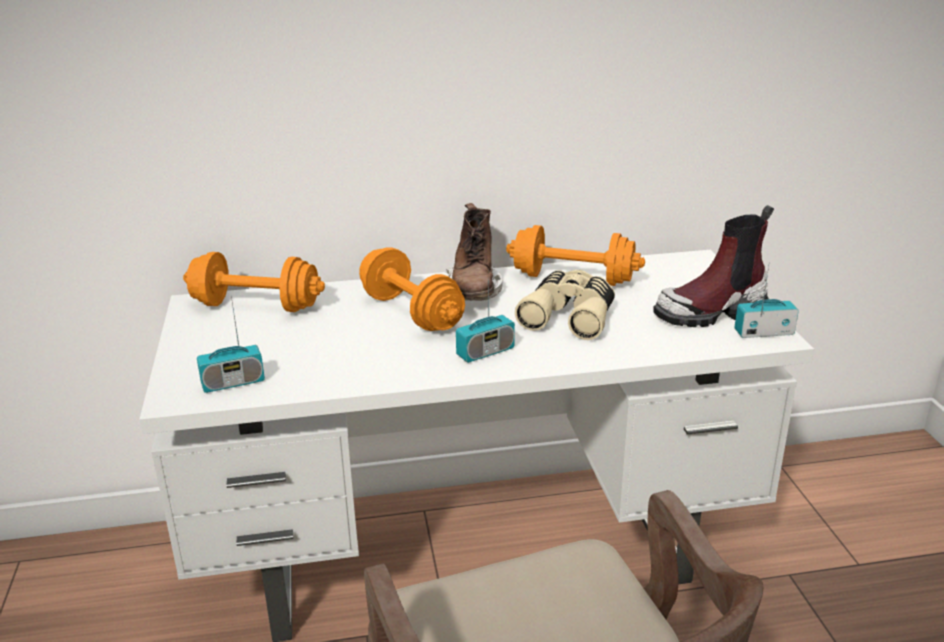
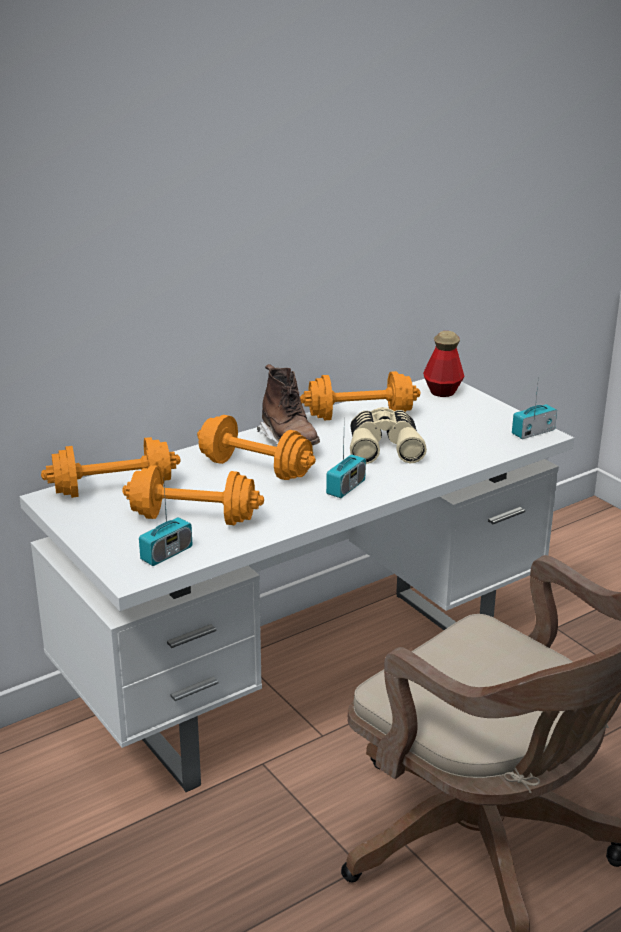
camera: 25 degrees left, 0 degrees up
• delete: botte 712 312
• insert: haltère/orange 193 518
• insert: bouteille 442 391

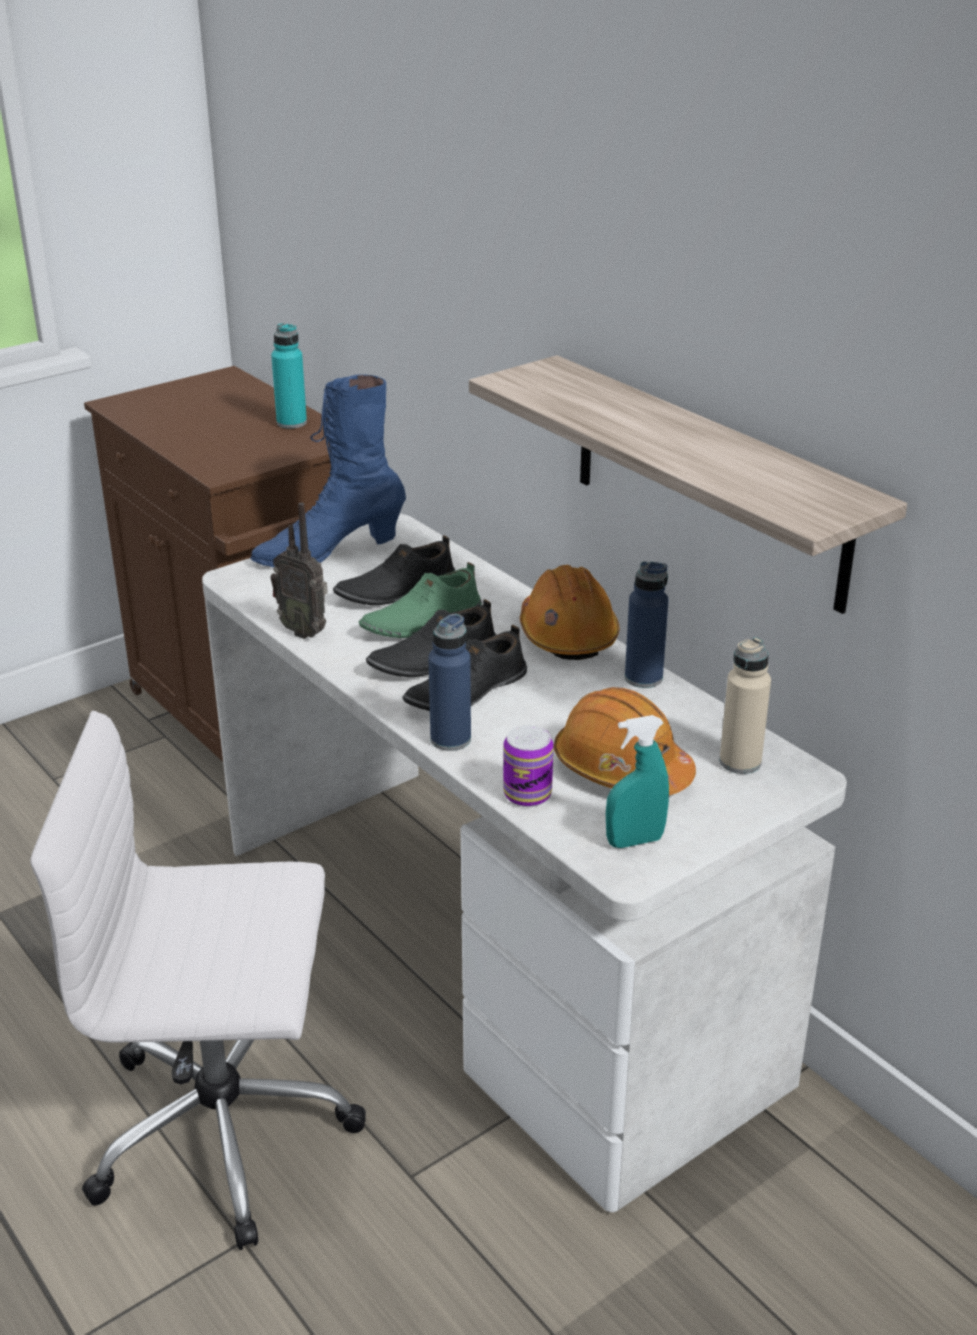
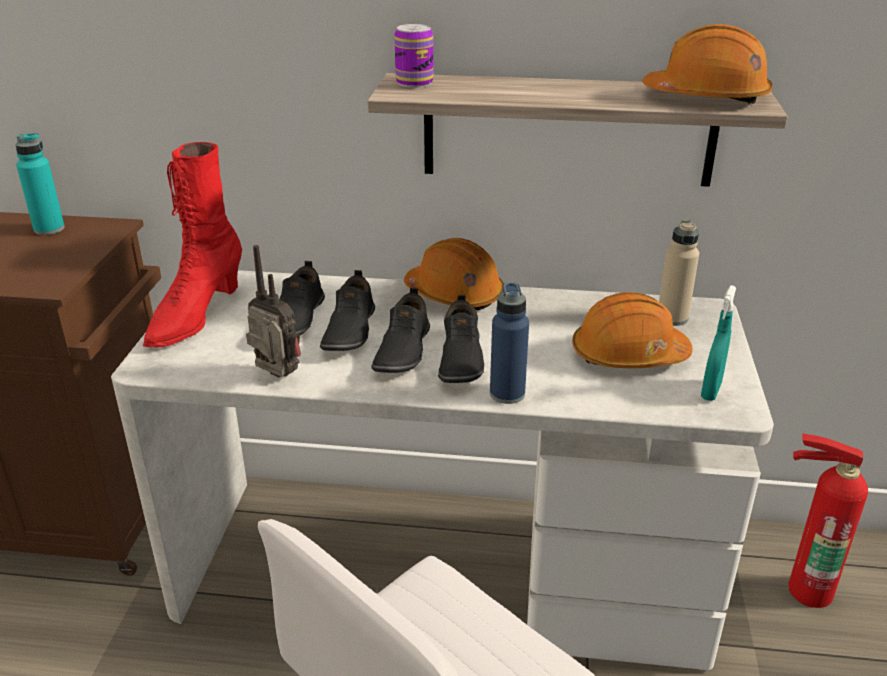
camera: 45 degrees left, 0 degrees up
• delete: bouteille/bleu 643 678
• insert: casque de chantier/orange 706 97
• insert: extincteur 806 587
• move: boîte métallique 527 794 to 414 83
• recolor: botte/bleu 329 552 to botte/rouge 196 316
• recolor: chaussure/vert 421 621 to chaussure/noir 348 330
• rotate: radio 304 631 = 276 377 135 degrees counterclockwise

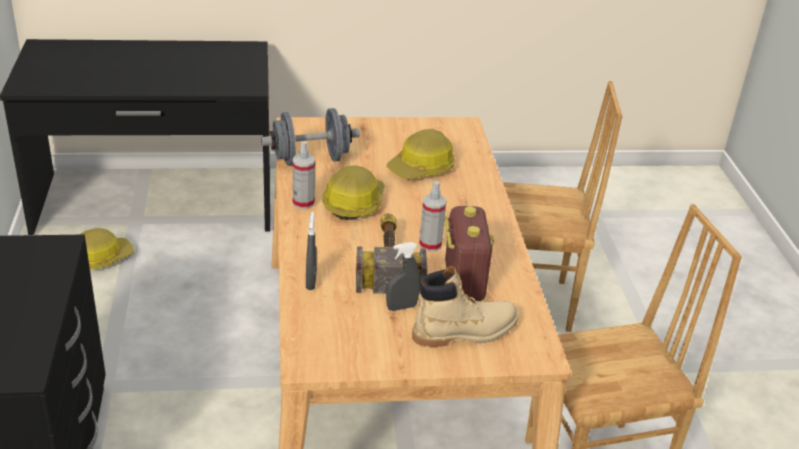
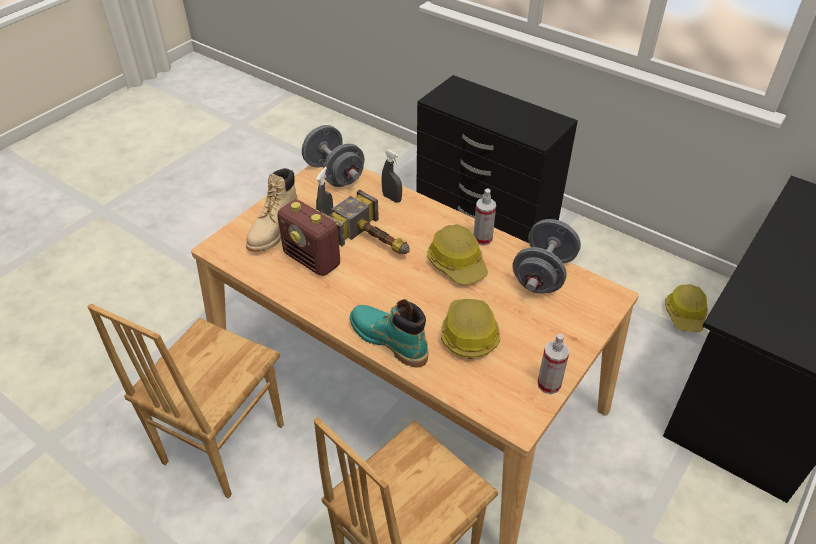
camera: 135 degrees right, 10 degrees up
• insert: haltère/gris 334 174
• insert: botte/turquoise 388 340
• move: vaporisateur 430 245 to 549 384

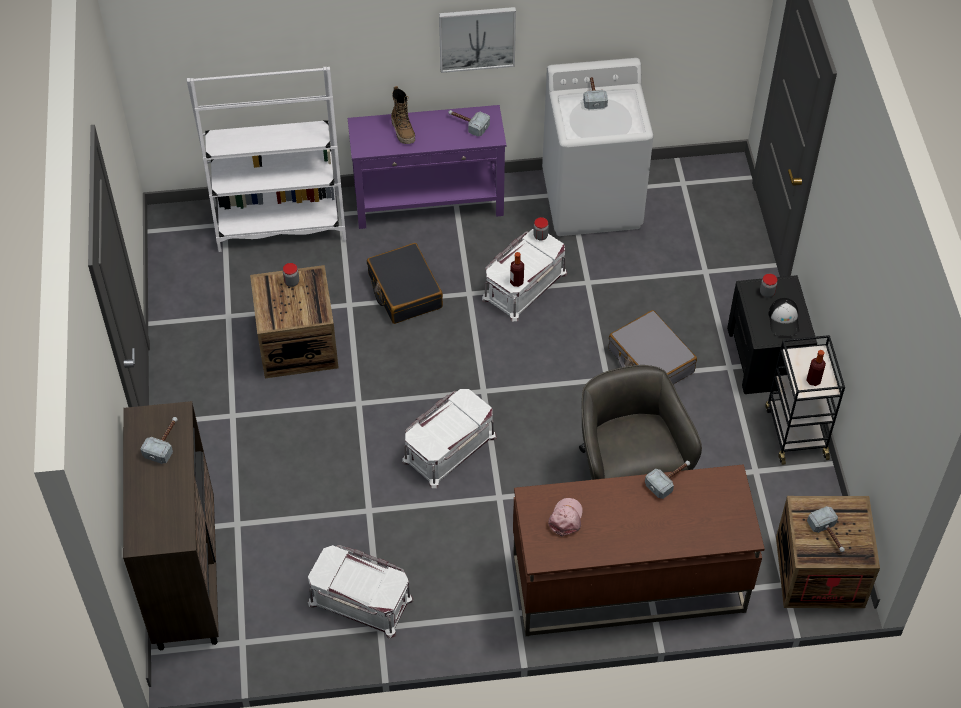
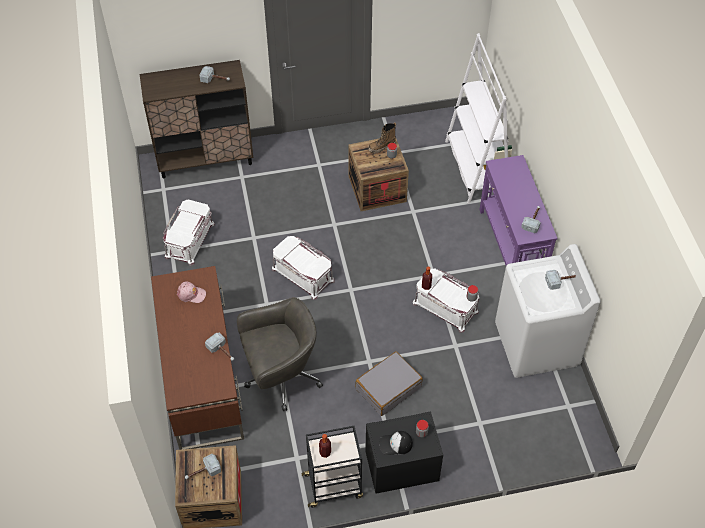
camera: 85 degrees right, 0 degrees up
• delete: valise/noir 404 291
• delete: tableau 477 38
• move: botte 403 131 to 382 147

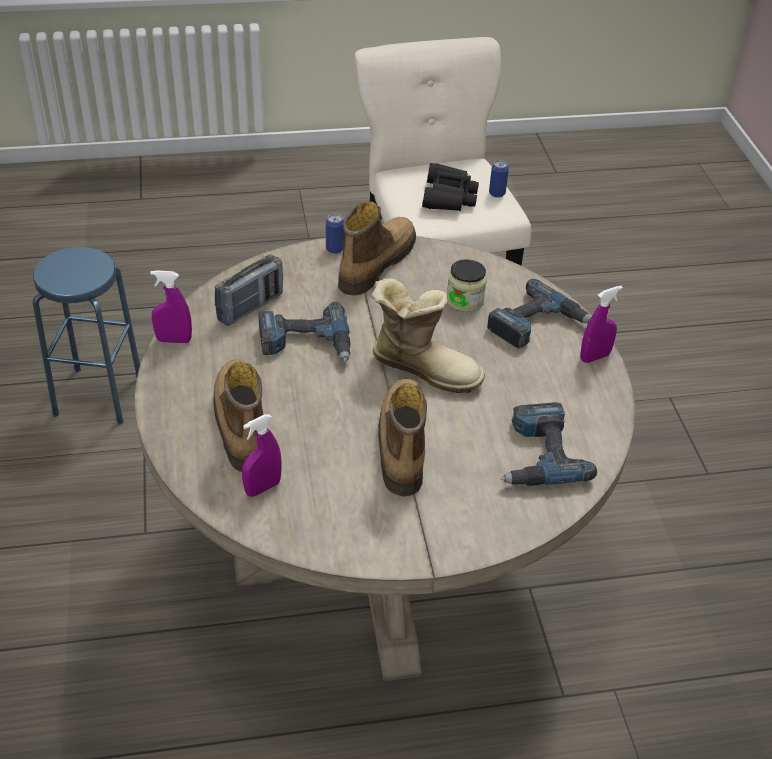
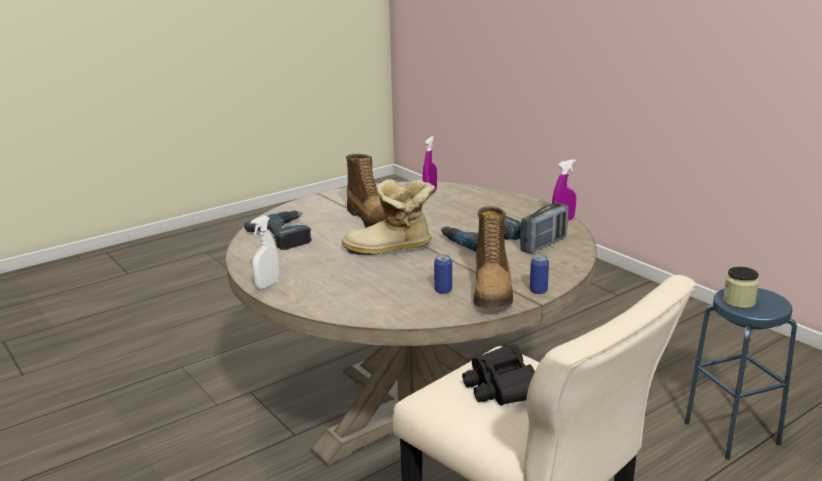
camera: 155 degrees right, 20 degrees down
• delete: botte 240 424
• delete: perceuse 537 324
• move: bocal 465 301 to 738 301
• move: boîte métallique 497 193 to 443 290
• recolor: vaporisateur/violet 595 357 to vaporisateur/blanc 267 285
• rotate: radio 250 307 = 543 244 150 degrees counterclockwise

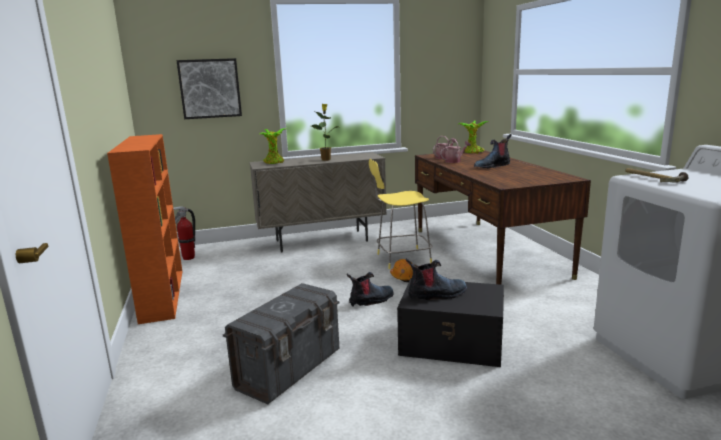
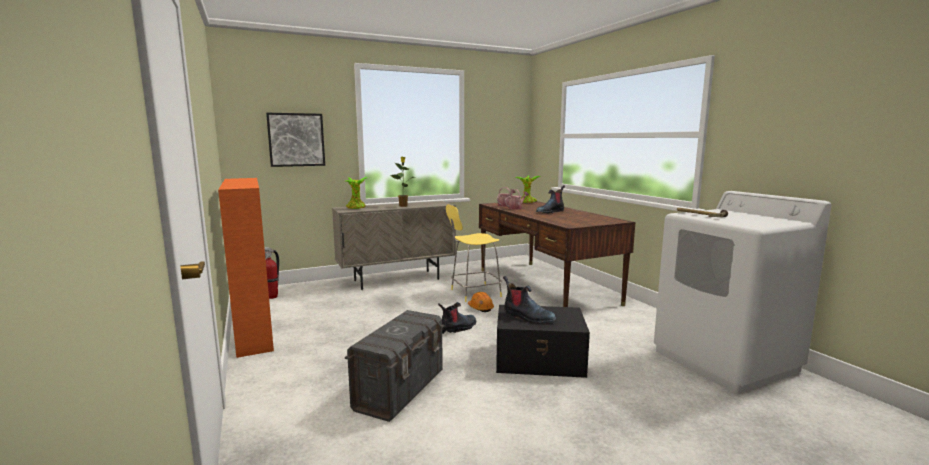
camera: 10 degrees left, 5 degrees down
• rotate: botte 437 295 = 527 317 60 degrees clockwise

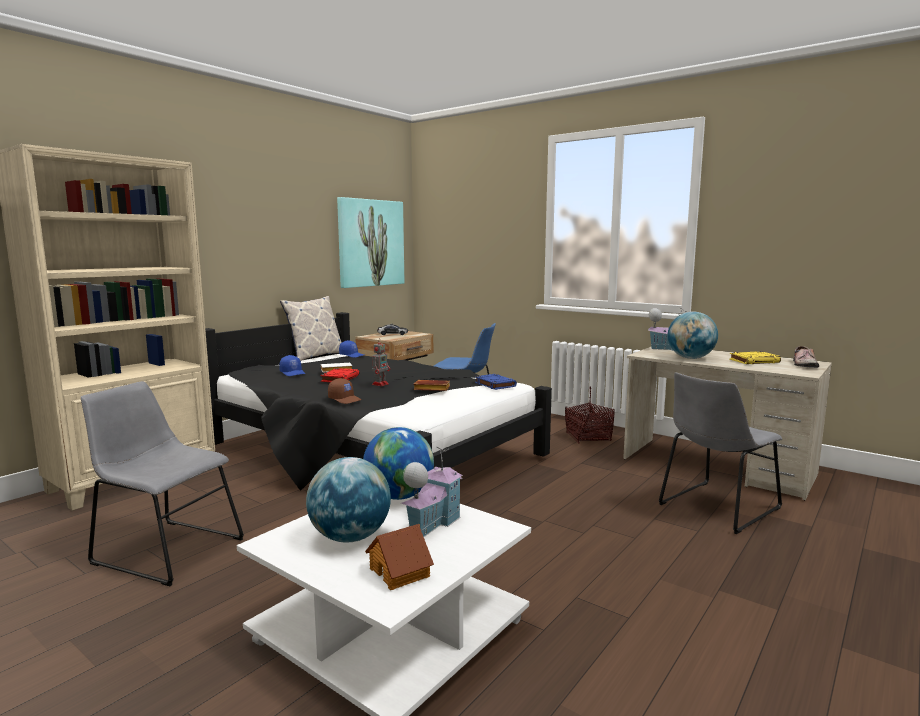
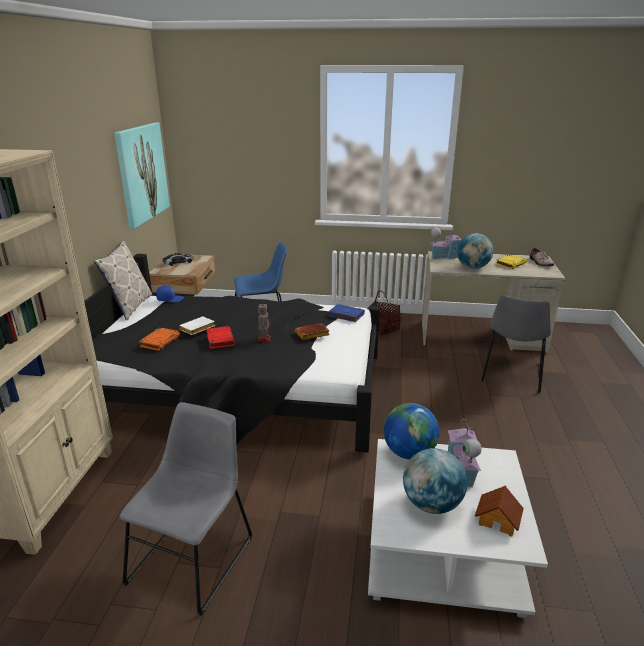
camera: 30 degrees left, 15 degrees up
• delete: casquette/marron 345 399
• replace: casquette/bleu 293 373 to livre/orange 160 341
• rotate: chaise/gris 164 549 = 194 556 120 degrees clockwise

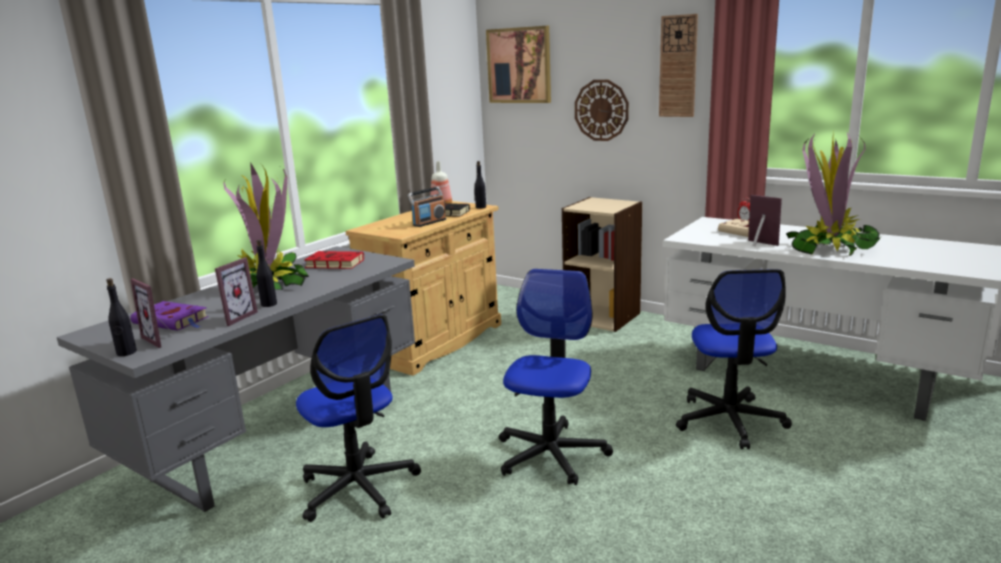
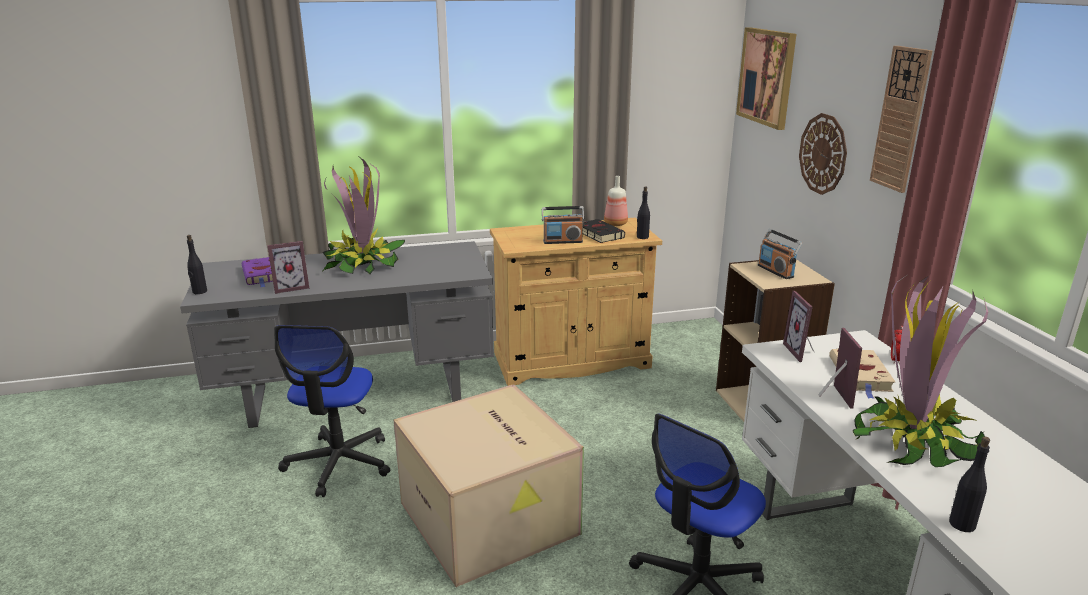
camera: 40 degrees right, 5 degrees up
• delete: livre/rouge 333 264
• insert: radio 776 271
• move: cadre photo 162 339 to 802 352
• move: bouteille/noir 269 304 to 962 524
• replace: chaise de bureau 551 454 to carton 491 518

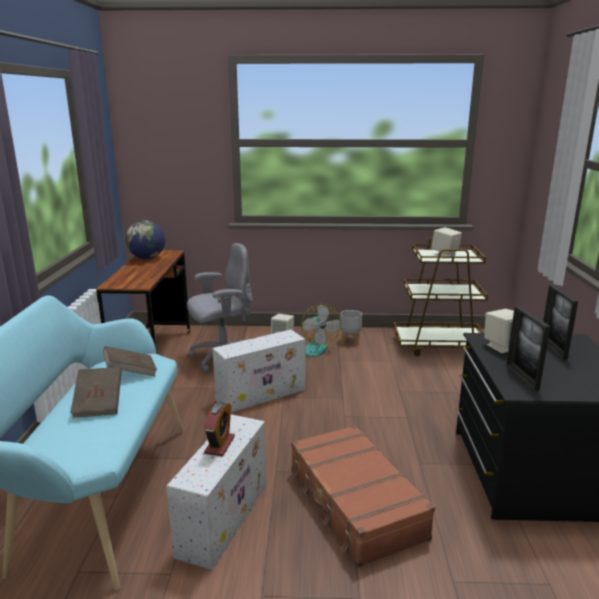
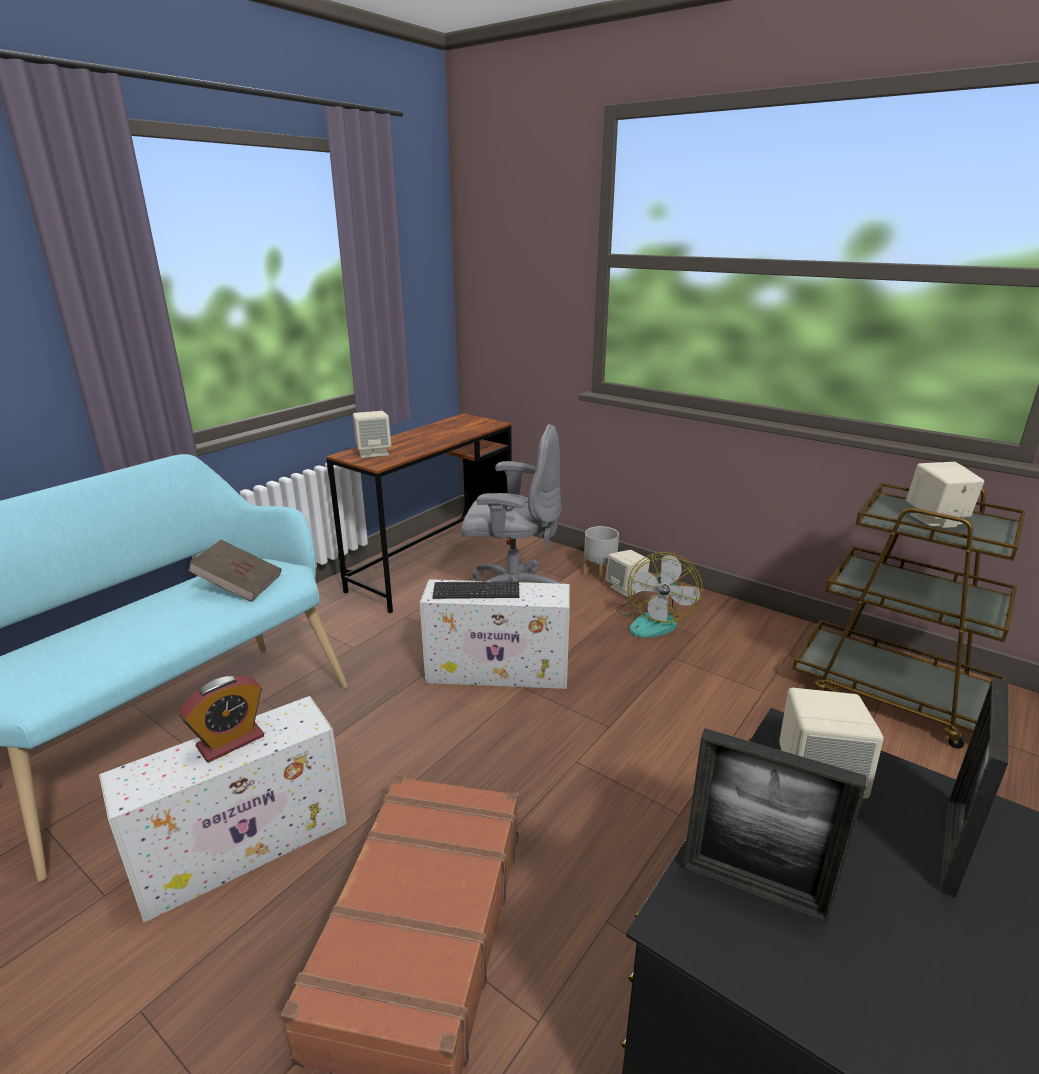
camera: 35 degrees right, 5 degrees up
• delete: livre/marron 99 404
• delete: globe 147 258
• insert: enceinte/beige 373 452
• insert: clavier 476 592
• move: cache-pot/gris 350 341 to 600 574
• rotate: cadre photo 522 377 = 752 889 90 degrees counterclockwise

